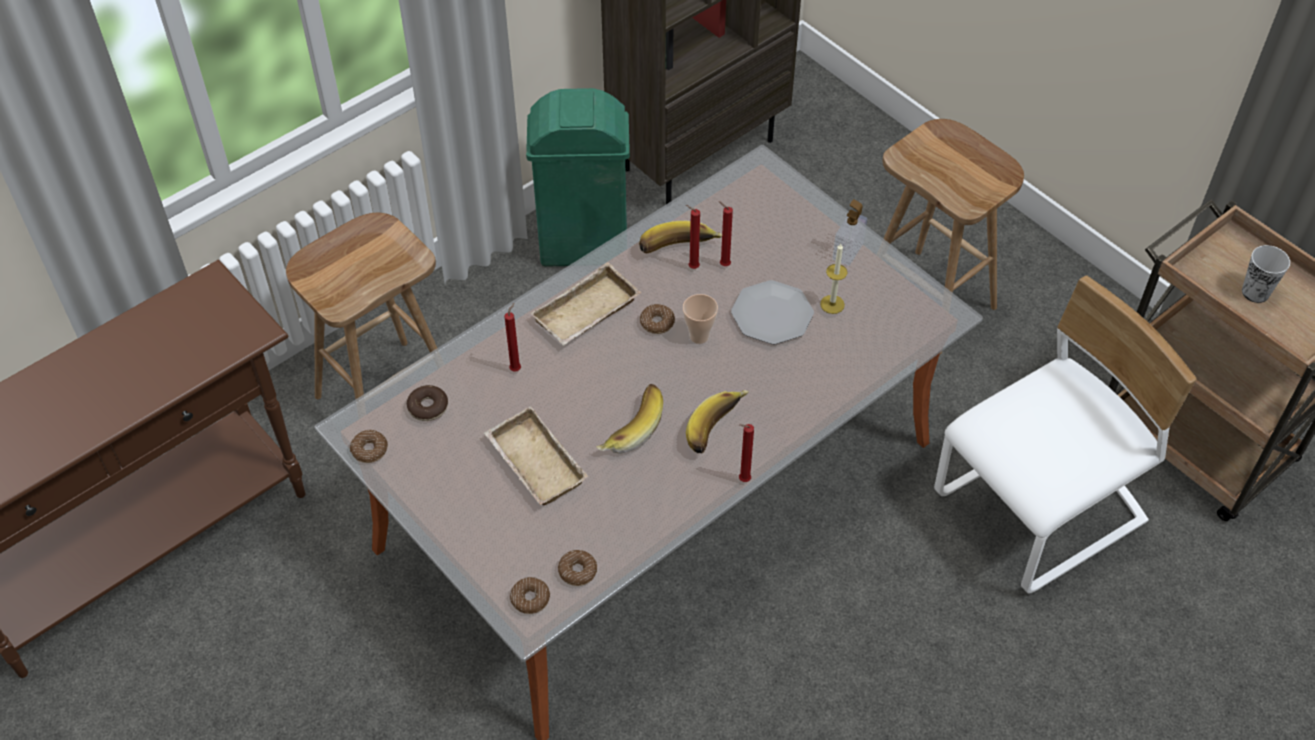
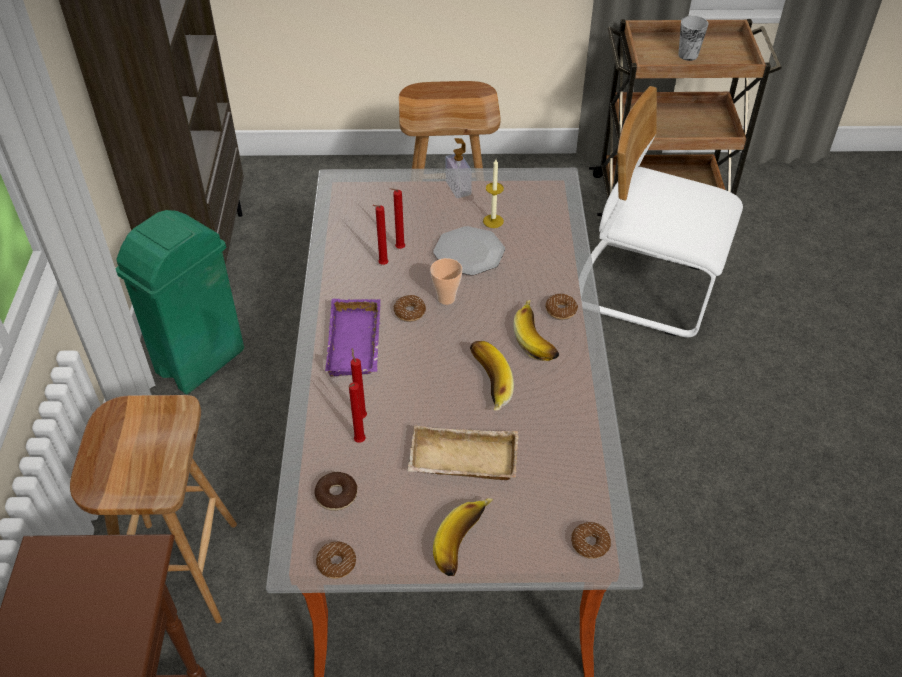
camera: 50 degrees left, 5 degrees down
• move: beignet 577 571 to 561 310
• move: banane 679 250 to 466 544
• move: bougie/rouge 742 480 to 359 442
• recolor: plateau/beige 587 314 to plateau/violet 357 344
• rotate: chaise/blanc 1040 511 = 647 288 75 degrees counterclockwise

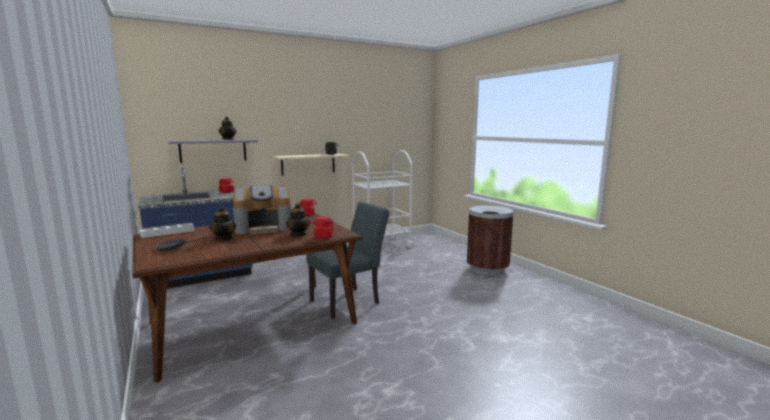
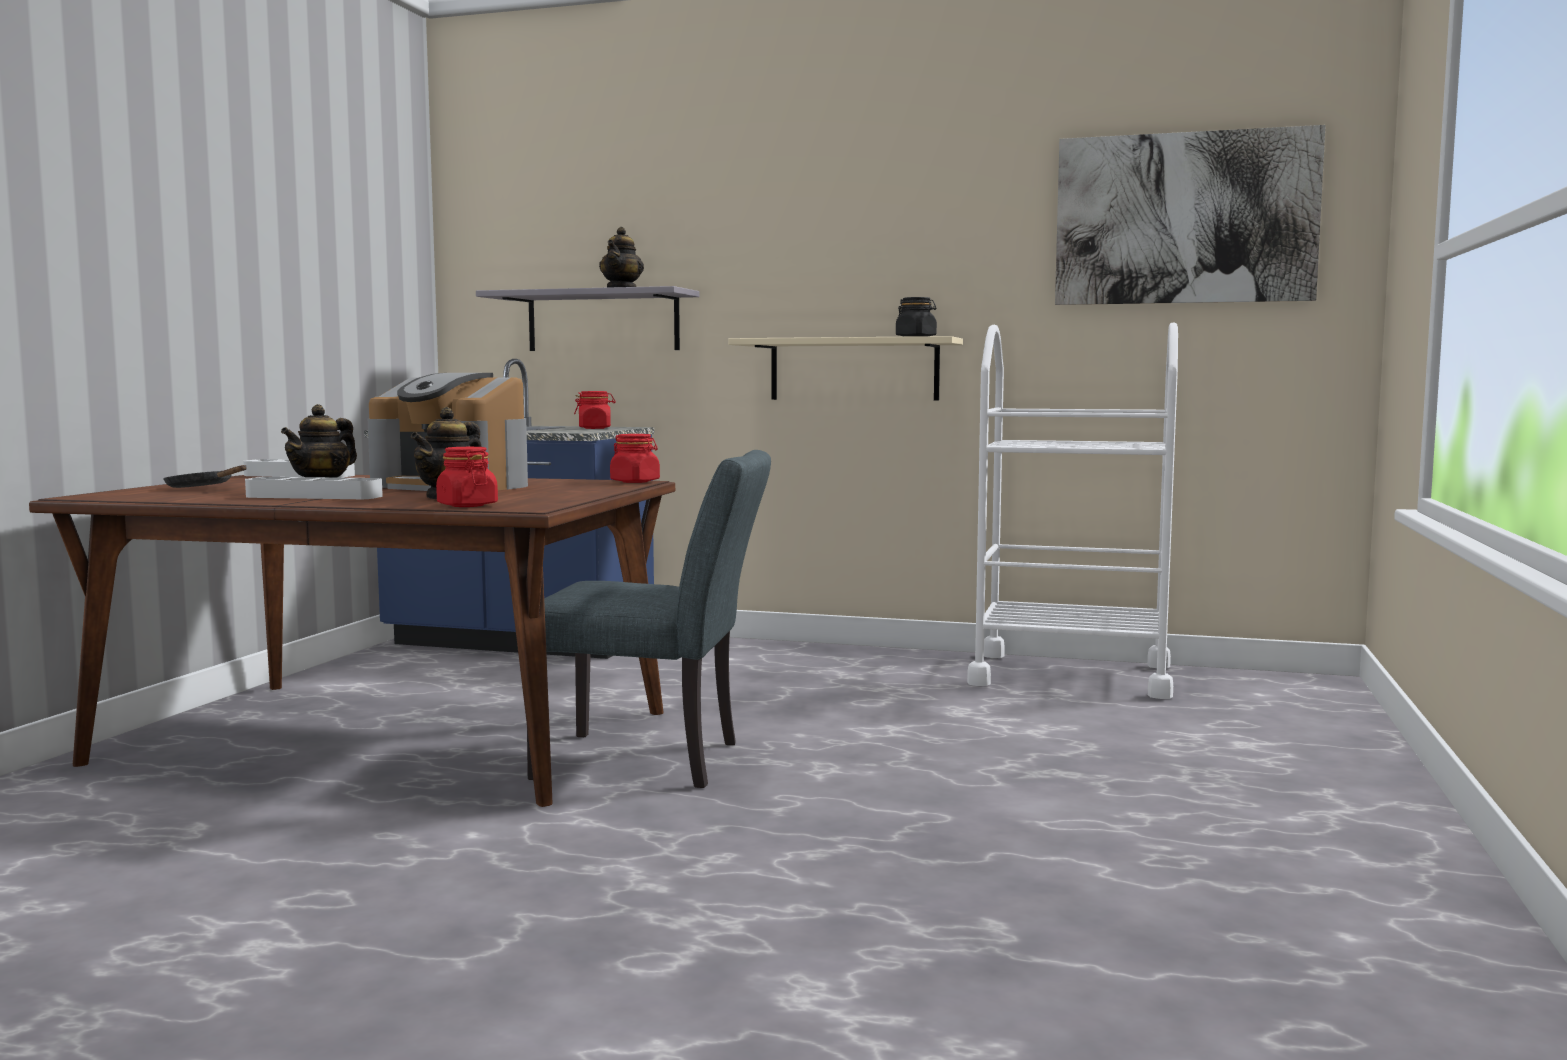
camera: 45 degrees right, 5 degrees down
• delete: poubelle/marron 487 270
• insert: plateau/gris 314 496
• insert: tableau 1185 218

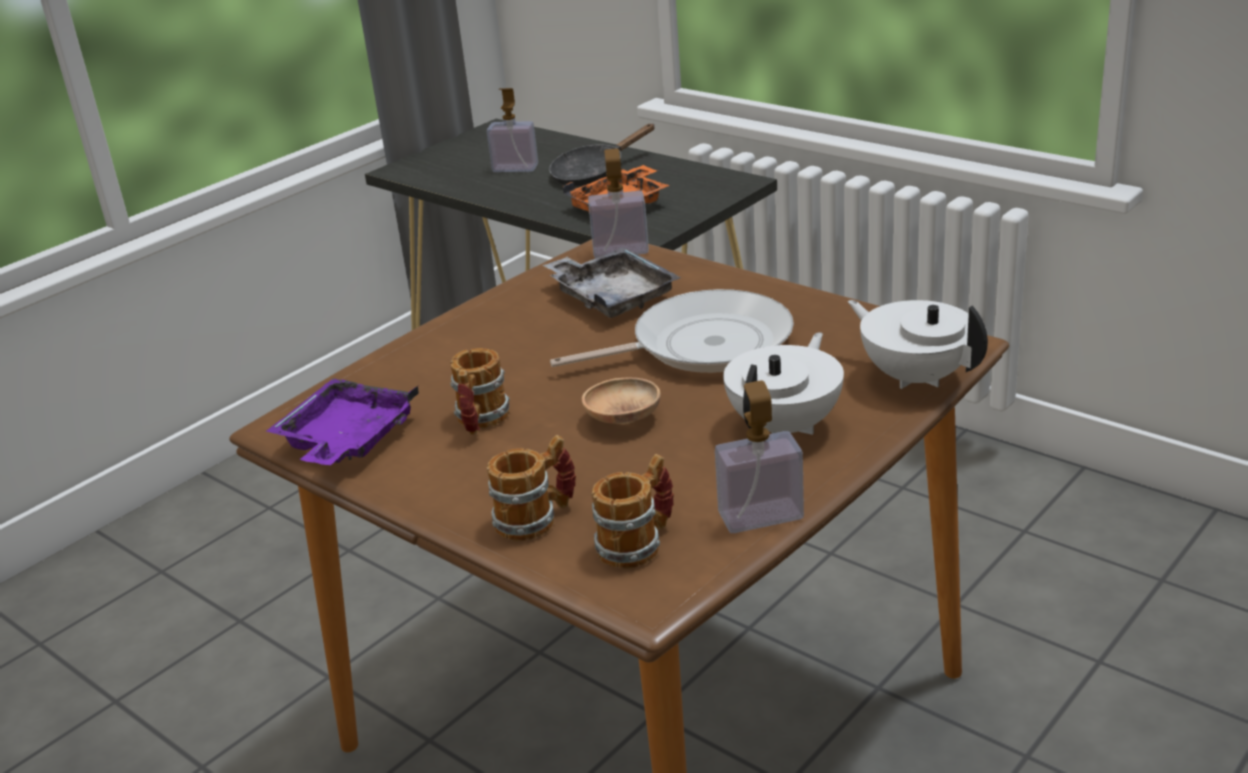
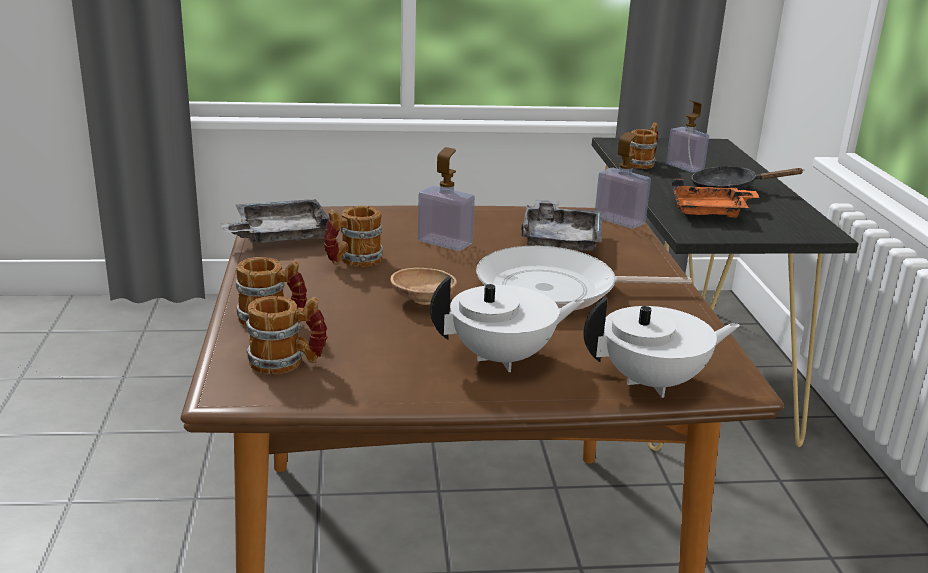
camera: 40 degrees right, 5 degrees down
• insert: mug 643 163
• move: distributeur de savon 760 516 to 445 242
• recolor: plateau/violet 346 440 to plateau/gris 280 235
• rotate: poêle 702 345 = 555 290 150 degrees clockwise
• rotate: théière/blanc 915 377 = 654 382 75 degrees clockwise

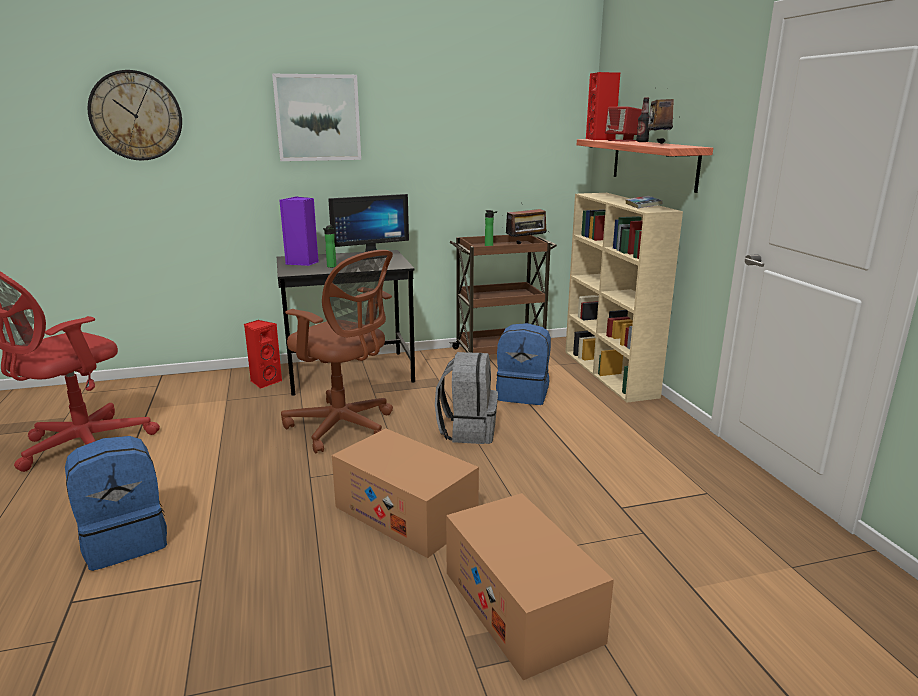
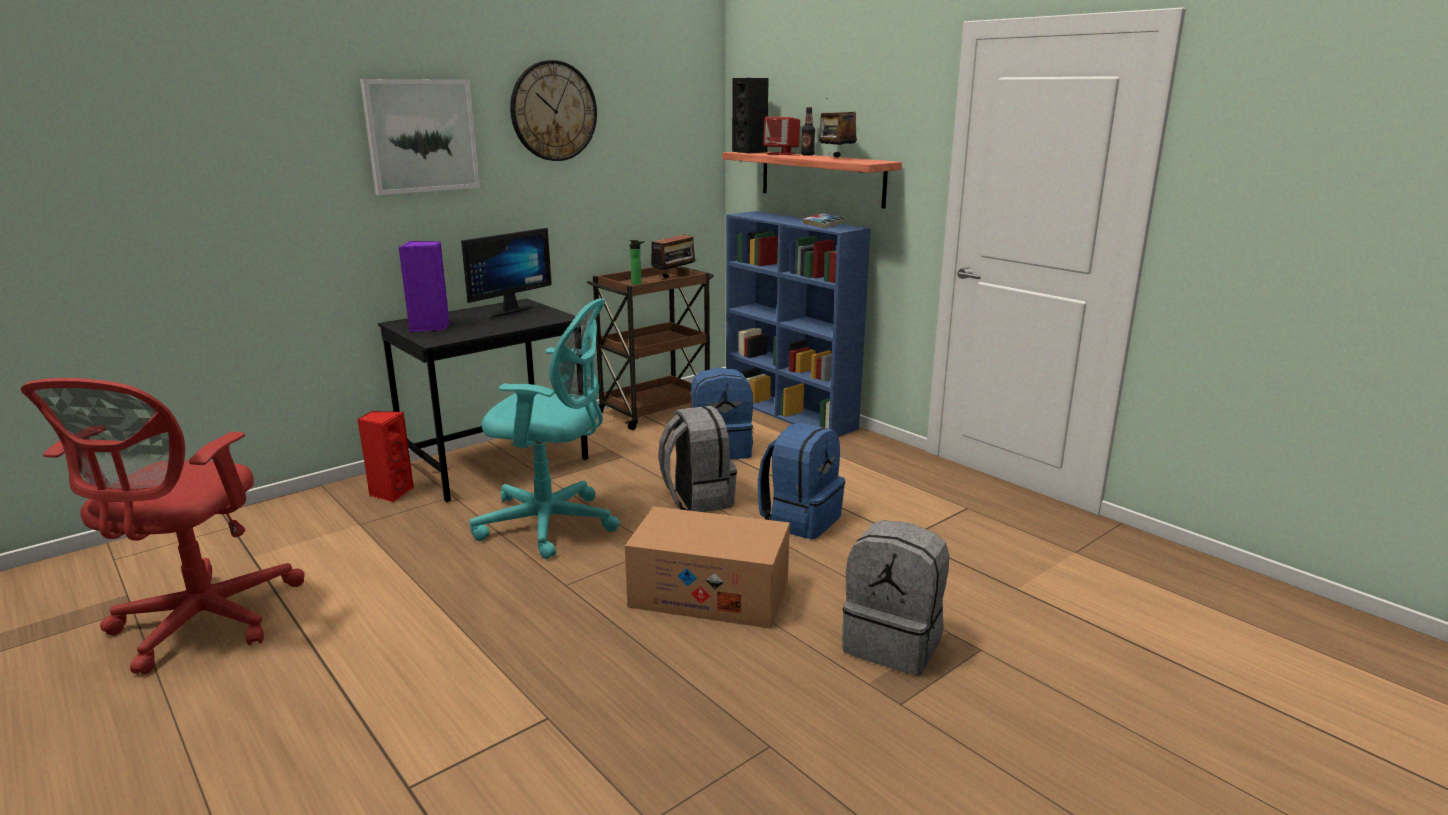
camera: 25 degrees left, 0 degrees up
• delete: bouteille 331 267
• move: sac à dos/bleu 126 541 to 800 520
• move: horloge murale 136 116 to 553 111
• replace: carton 521 606 to sac à dos/gris 894 643
• recolor: chaise de bureau/marron 344 428 to chaise de bureau/turquoise 552 524
• recolor: bibliothèque/beige 609 373 to bibliothèque/bleu 790 413
• recolor: enceinte/rouge 600 139 to enceinte/noir 750 152

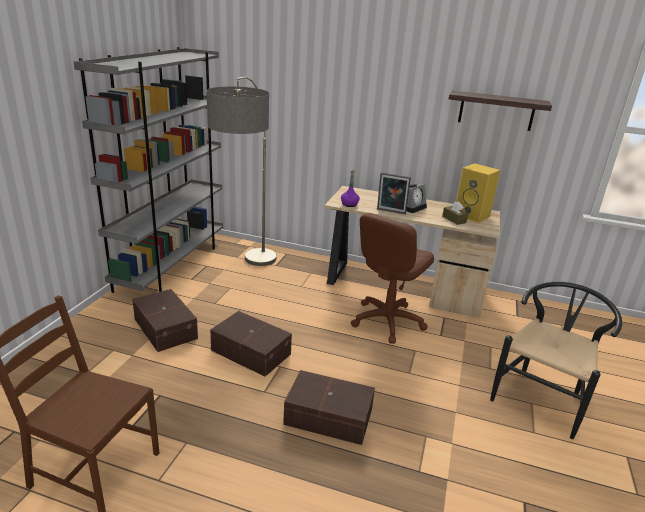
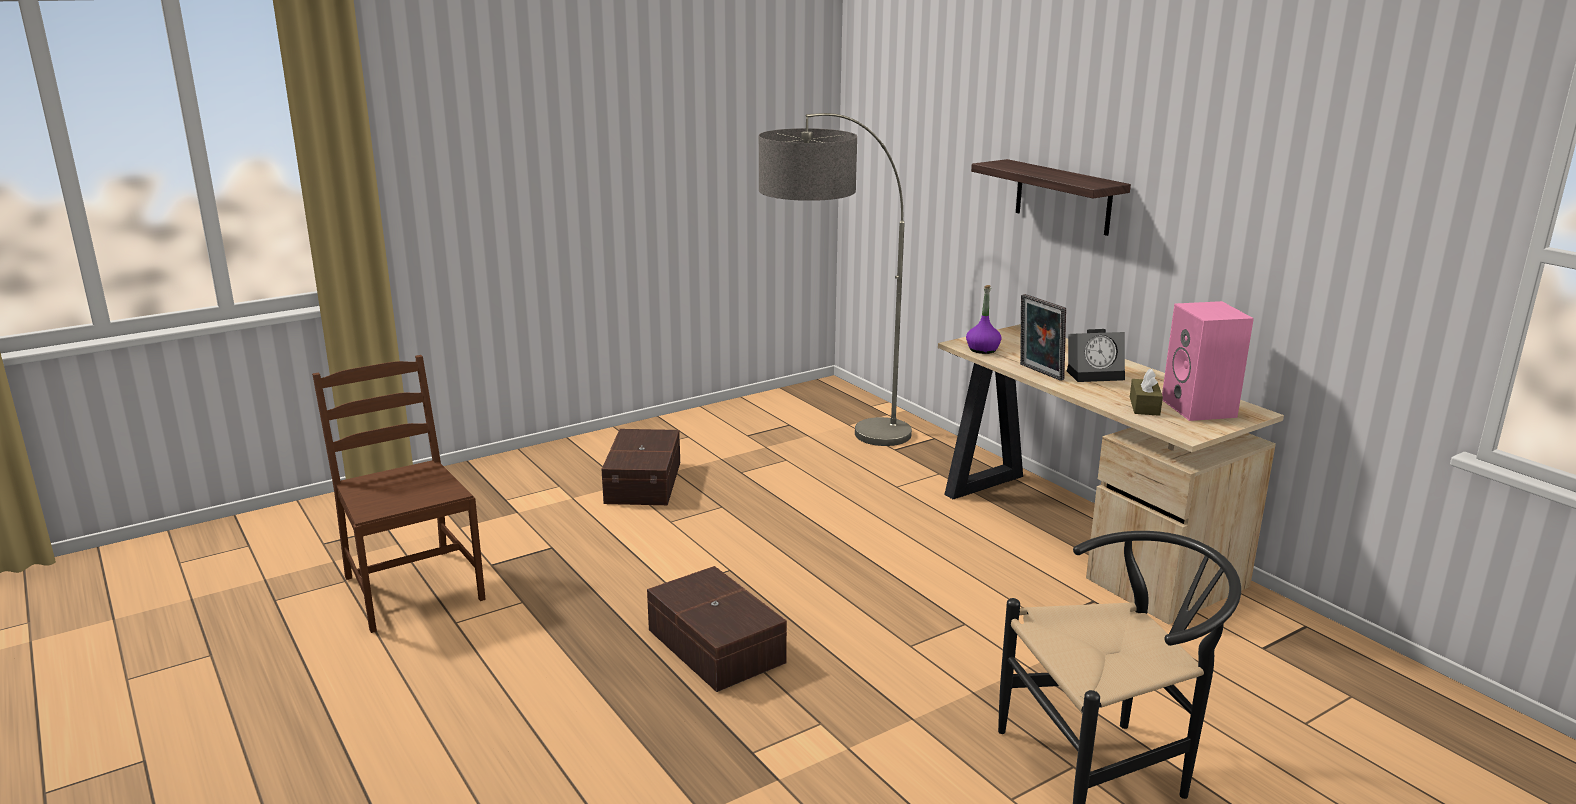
camera: 40 degrees right, 5 degrees down
• delete: bibliothèque/gris 172 265
• delete: boîte de rangement/marron 251 351
• delete: chaise de bureau/marron 387 321
• move: étagère 496 111 to 1063 197
• recolor: enceinte/jaune 473 215 to enceinte/rose 1200 409

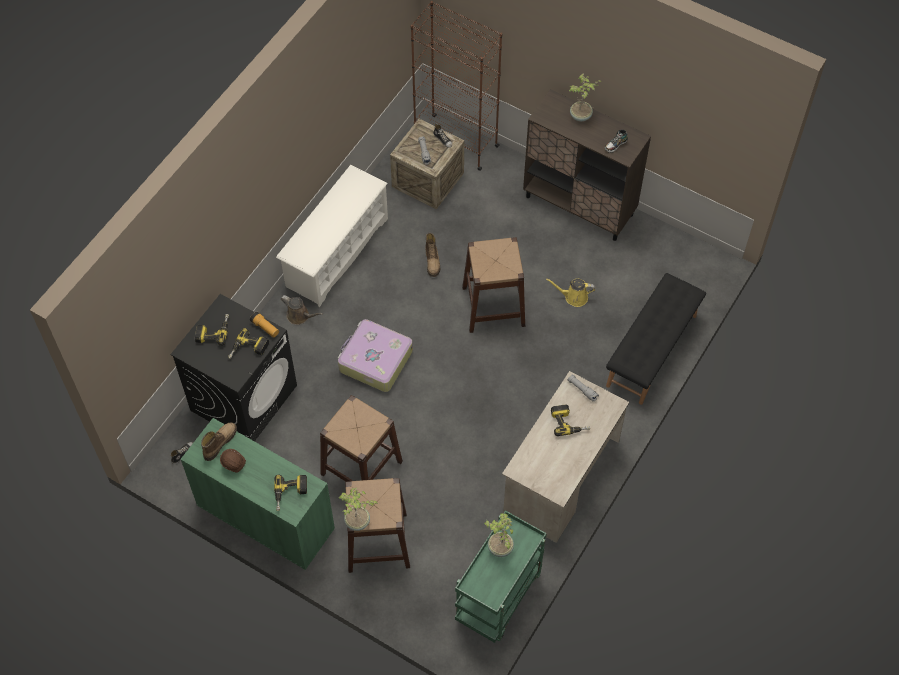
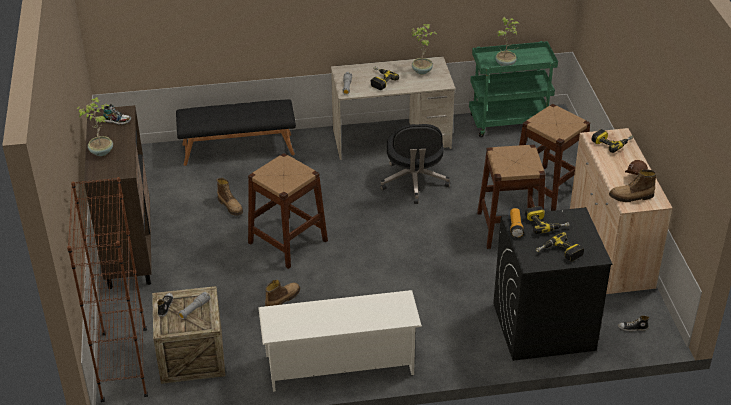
camera: 130 degrees left, 20 degrees down
• delete: arrosoir/marron 300 316
• delete: valise 374 361
• insert: chaise de bureau/noir 414 182
• move: plante en pot 357 522 to 422 71
• replace: arrosoir/jaune 573 297 to botte 231 206
• recolor: meuble de rangement/vert 266 517 to meuble de rangement/beige 610 250

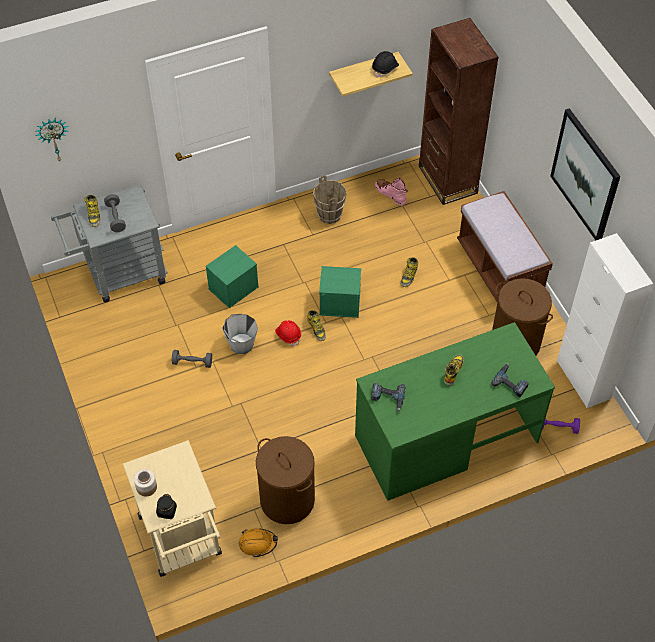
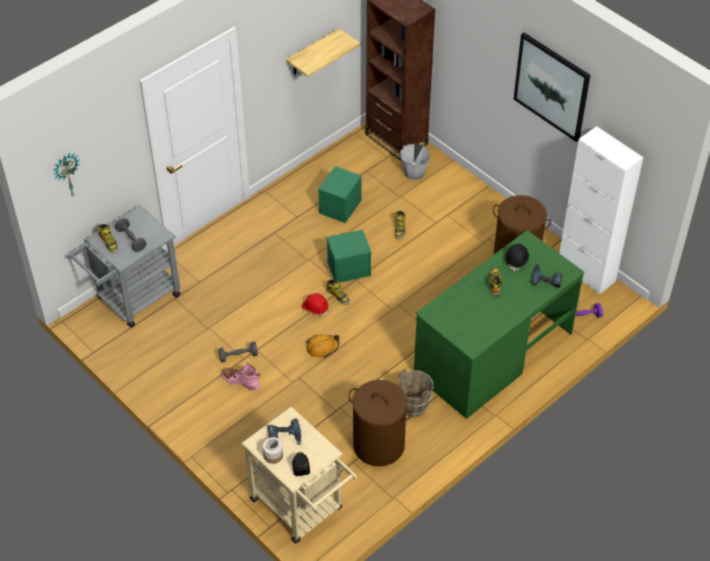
camera: 20 degrees left, 5 degrees down
• delete: banc/marron 499 270
• move: boîte de rangement/vert 233 288 to 340 207
• move: seau/gris 241 344 to 413 172
• move: casque de chantier/orange 257 543 to 322 347
• move: seau/marron 330 215 to 414 406
• move: perceuse 387 398 to 285 436
• move: casque de chantier/noir 385 68 to 517 260
• move: botte/rose 391 194 to 241 381

